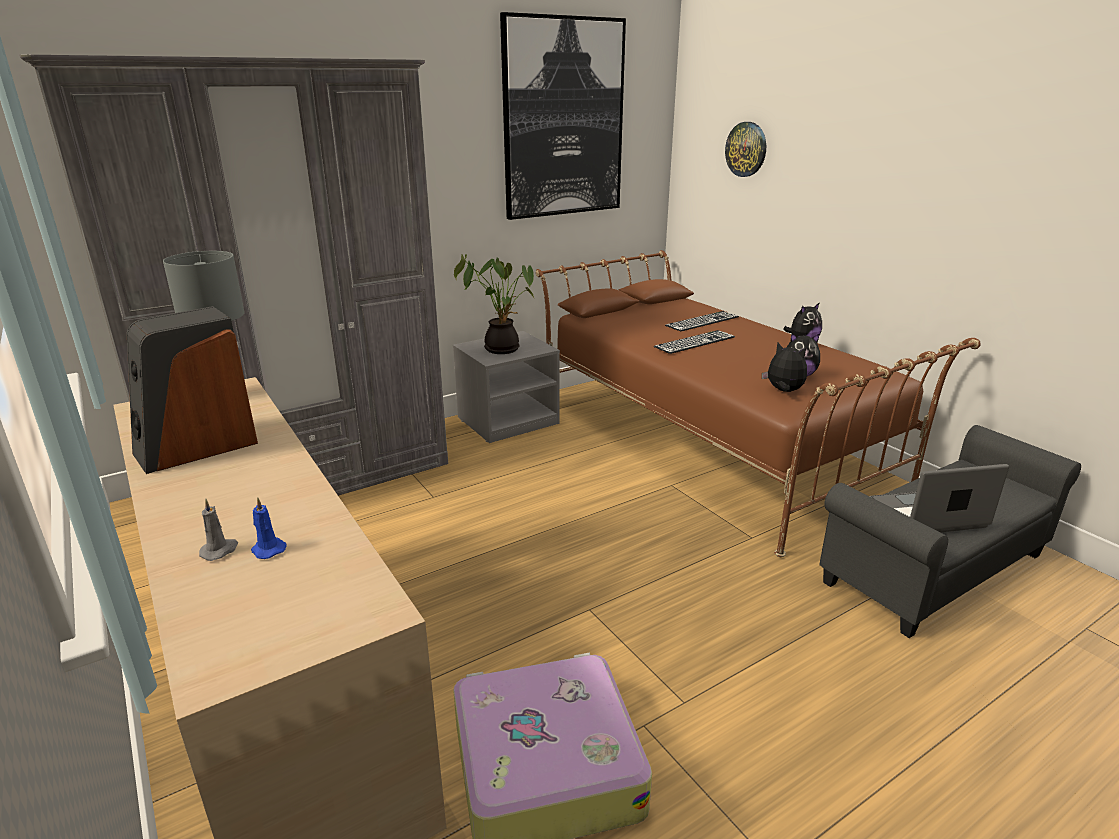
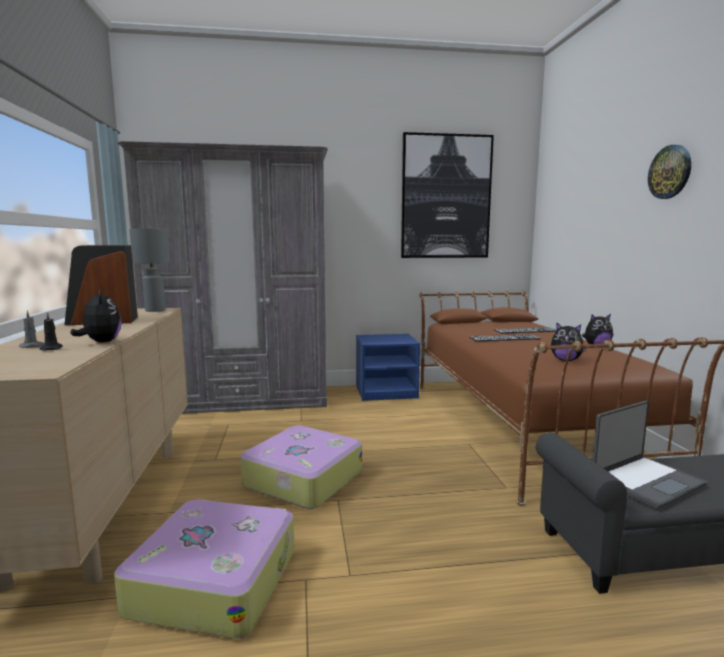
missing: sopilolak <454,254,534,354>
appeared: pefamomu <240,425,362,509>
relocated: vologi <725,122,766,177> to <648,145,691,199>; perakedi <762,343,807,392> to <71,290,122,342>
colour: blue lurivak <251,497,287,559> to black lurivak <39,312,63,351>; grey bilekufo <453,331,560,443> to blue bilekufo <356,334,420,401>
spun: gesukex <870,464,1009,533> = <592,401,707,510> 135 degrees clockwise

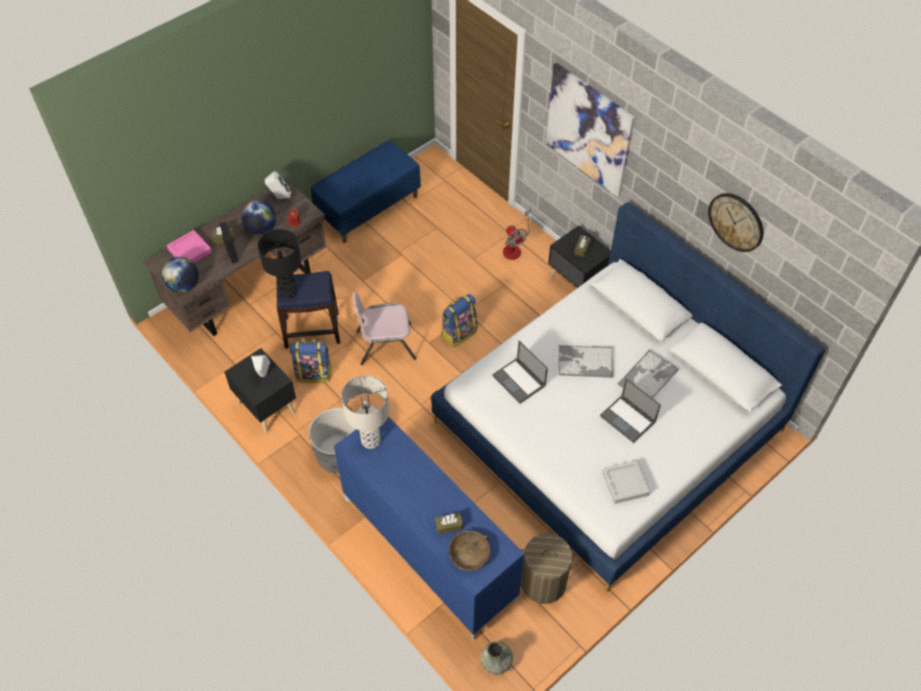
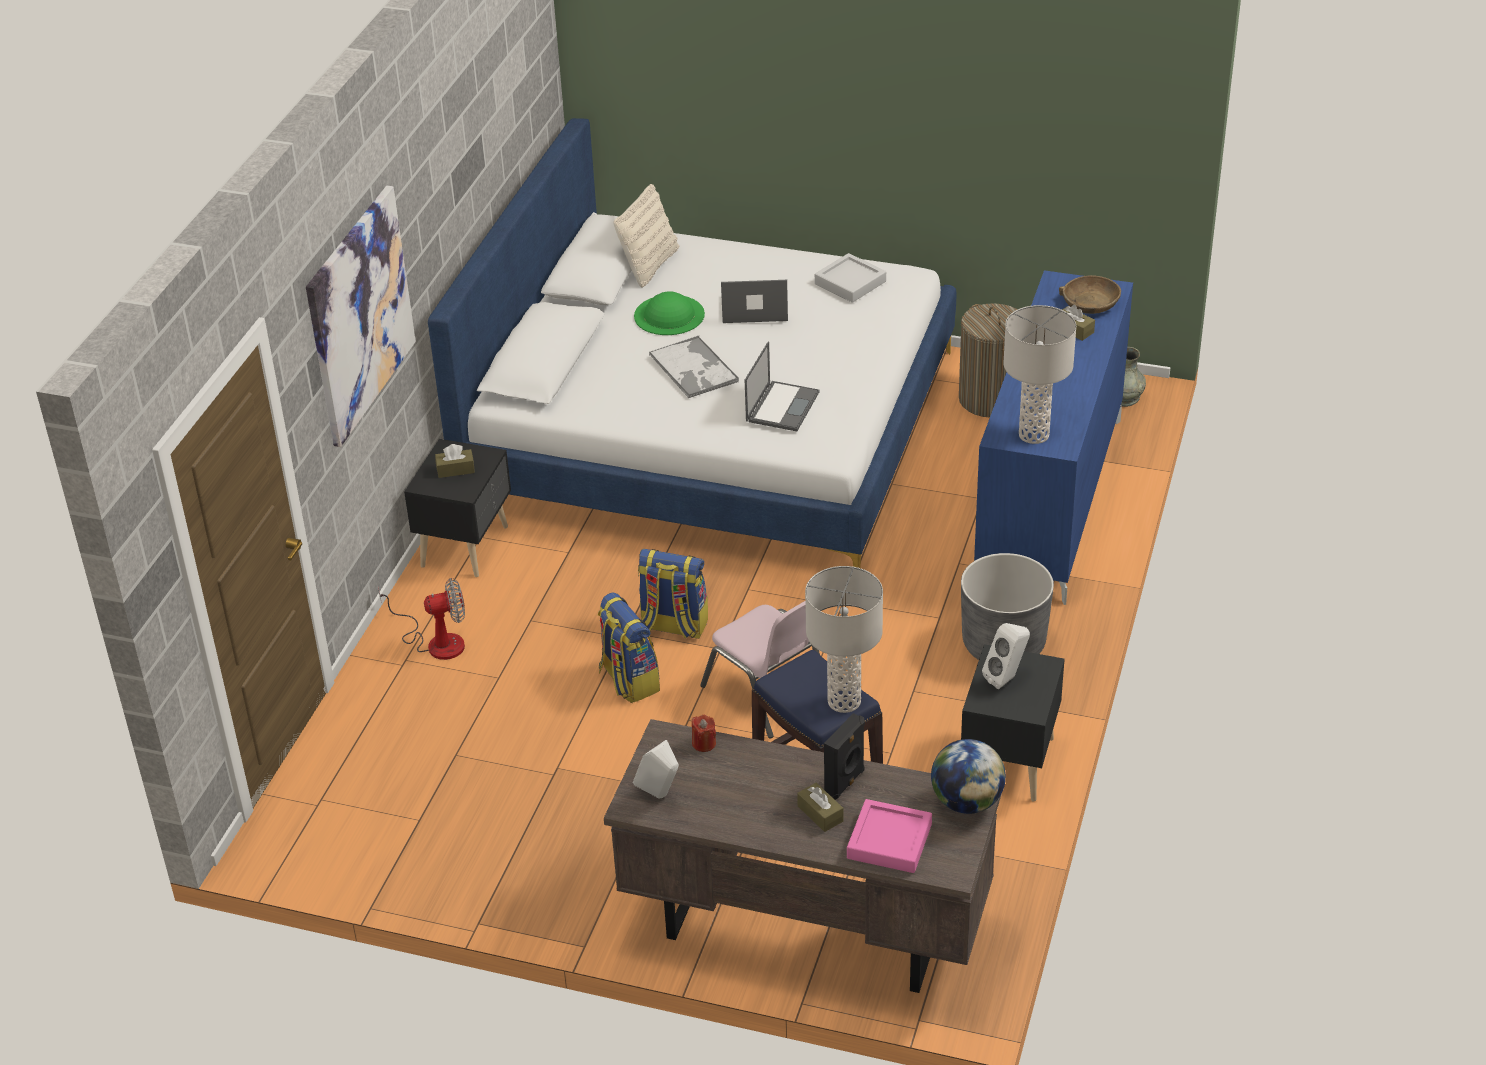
missing: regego <241,200,276,235>; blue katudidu <311,141,421,243>; vologi <708,193,763,252>
appeared: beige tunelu <613,184,680,288>
relocated: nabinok <290,339,332,383> to <598,593,660,703>
exchanged: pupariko <618,350,679,398> to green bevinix <634,291,705,335>
colour: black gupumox <258,229,301,299> to white gupumox <805,566,883,713>
spun: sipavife <503,210,530,260> = <378,578,465,660> 45 degrees clockwise; gesukex <600,378,661,443> = <721,280,788,323> 105 degrees counterclockwise

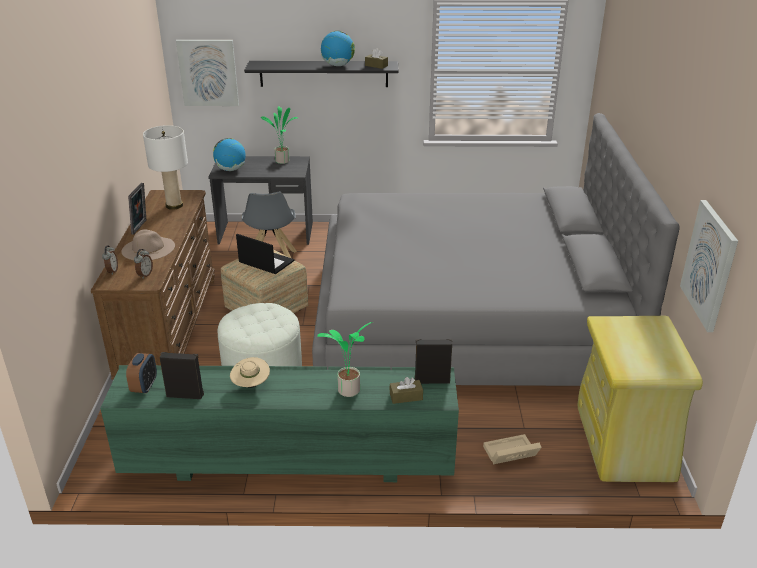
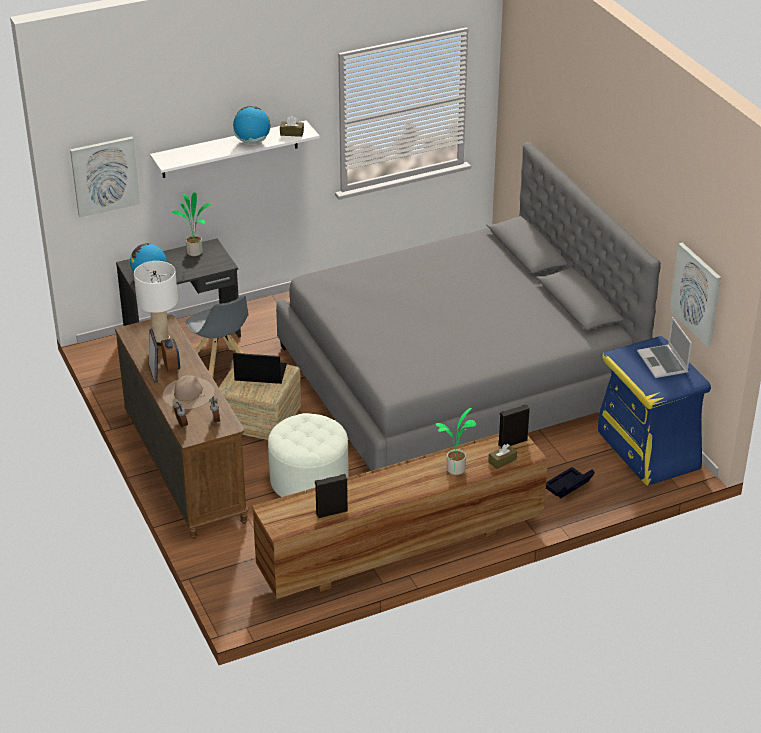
missing: beige bevinix <230,357,270,388>
appeared: gesukex <637,317,692,378>
relocated: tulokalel <126,353,157,393> to <161,338,180,372>
colour: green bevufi <100,365,459,482> to brown bevufi <253,433,548,599>; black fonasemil <244,61,398,87> to white fonasemil <150,120,320,178>; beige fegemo <483,434,542,464> to black fegemo <546,467,595,499>; yellow bilekufo <578,316,703,482> to blue bilekufo <598,336,711,485>

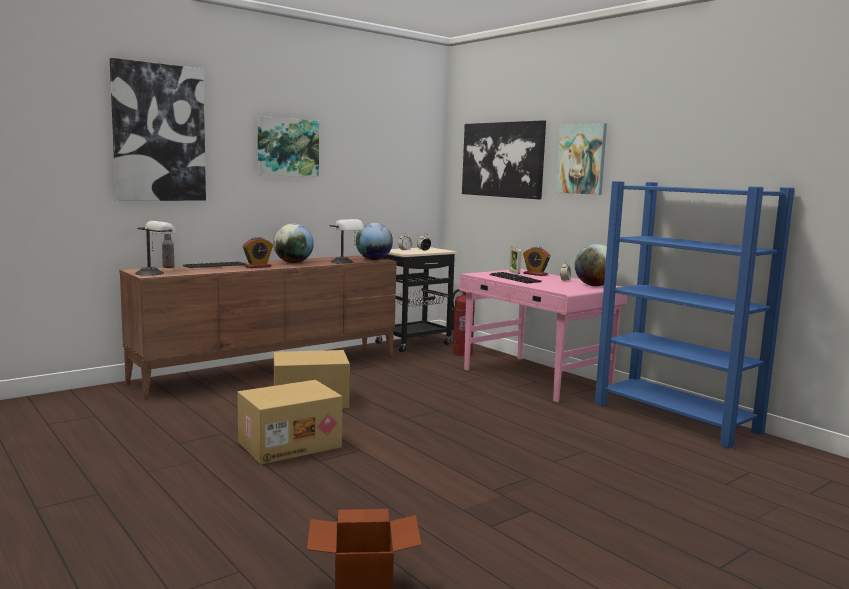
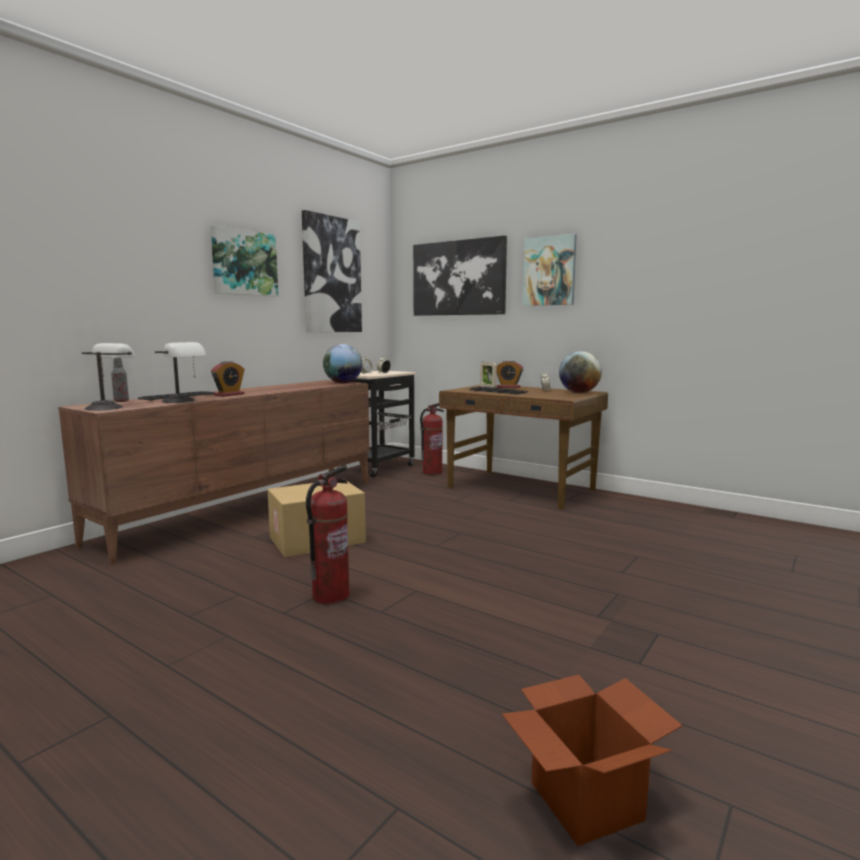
missing: regego <273,223,314,263>; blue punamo <595,181,795,449>
relocated: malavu <110,58,206,201> to <302,210,362,332>; gupumox <329,219,364,264> to <155,342,206,403>
exchanged: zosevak <237,380,342,465> to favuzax <306,466,349,604>
colour: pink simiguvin <459,269,627,402> to brown simiguvin <439,385,608,510>

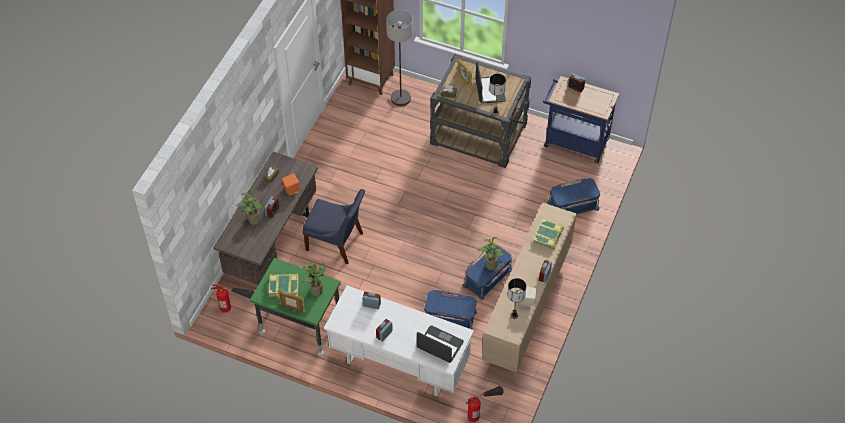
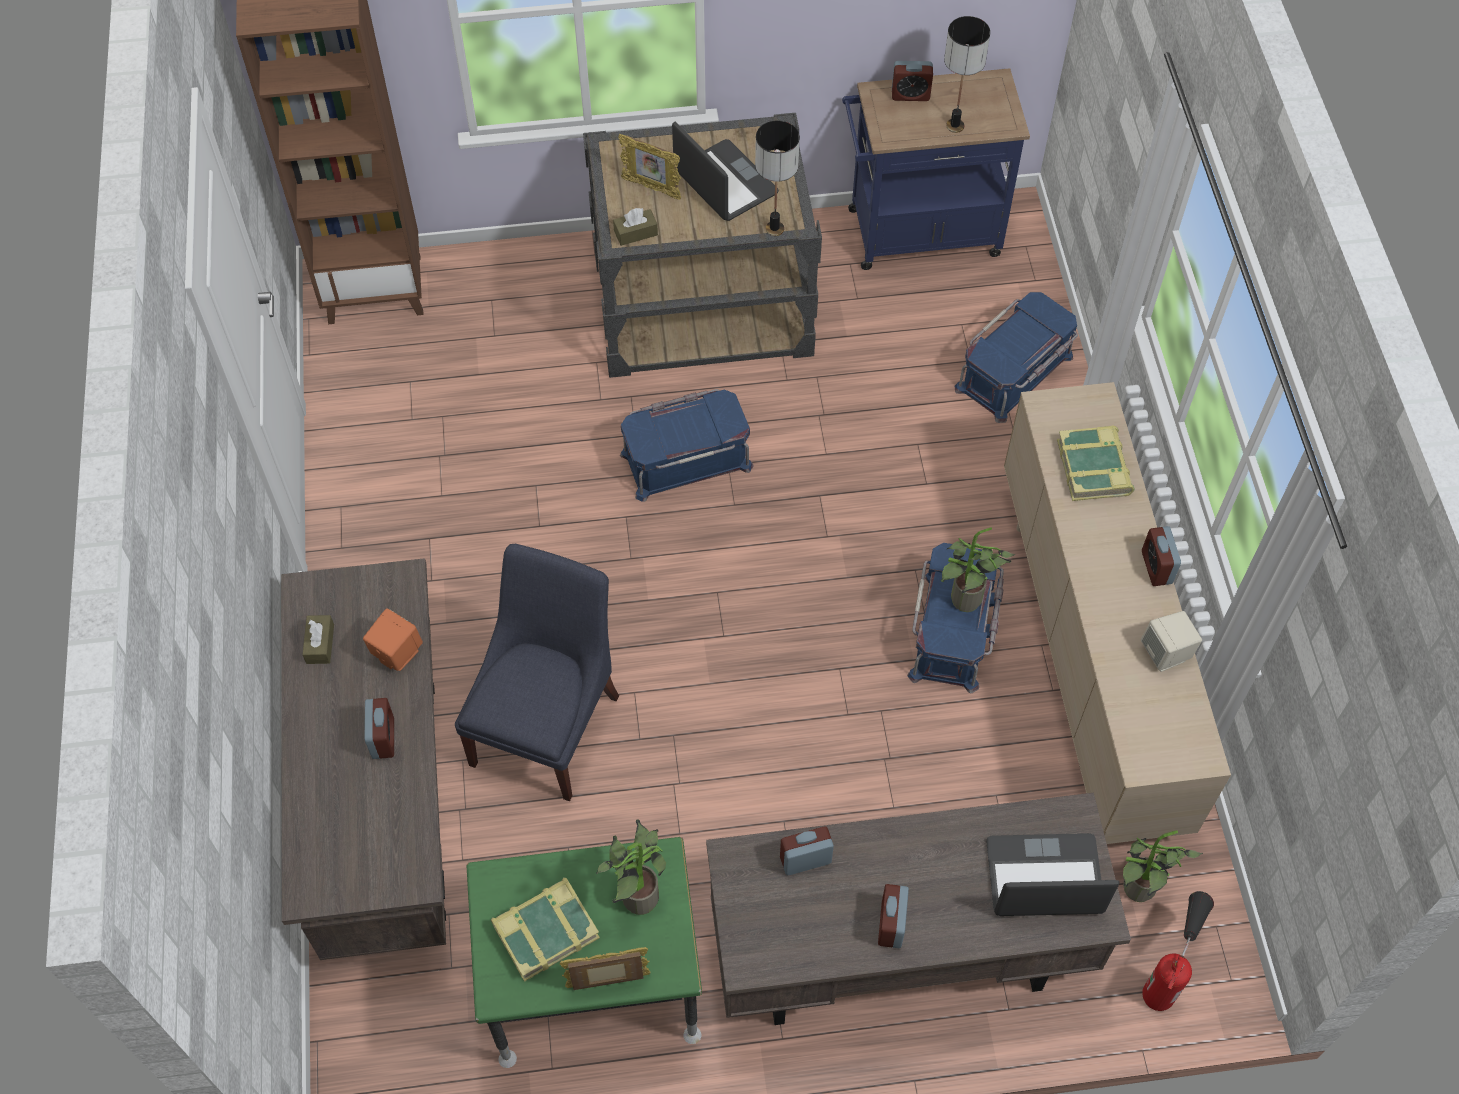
missing: favuzax <211,284,254,313>; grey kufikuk <386,10,413,106>
relocated: sopilolak <236,189,264,225> to <1123,830,1203,902>; blue fegemo <424,290,477,330> to <620,389,753,502>; gupumox <508,278,526,319> to <944,16,990,133>
colour: white simiguvin <324,285,474,396> to brown simiguvin <706,793,1131,1025>
spun: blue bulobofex <302,189,365,264> = <455,544,619,801> 60 degrees counterclockwise

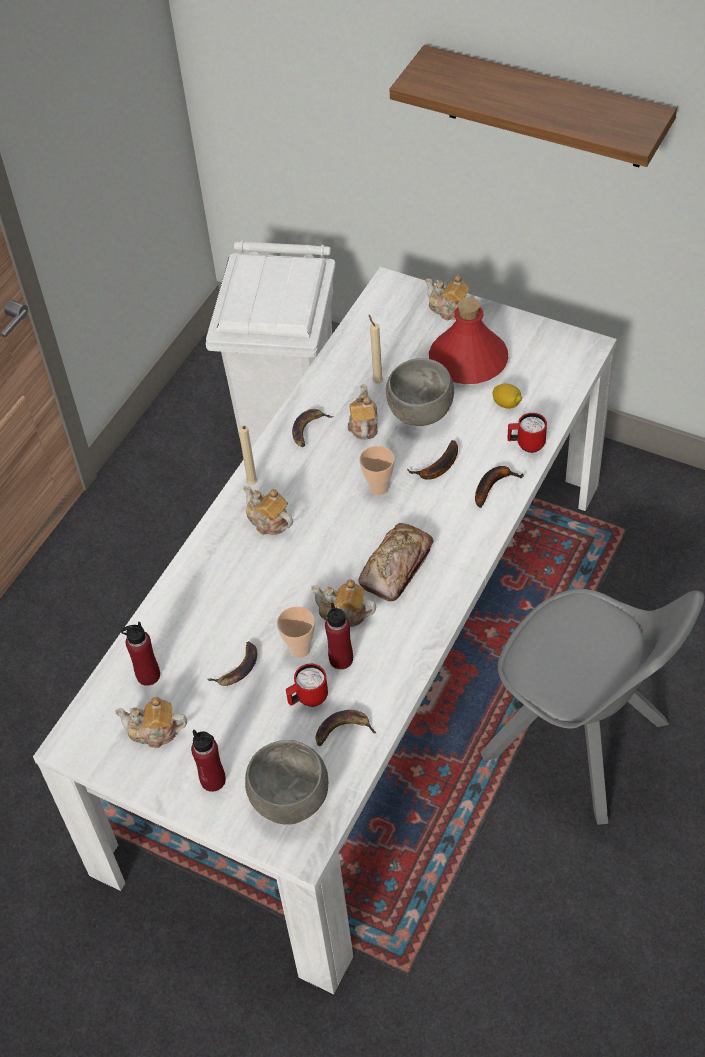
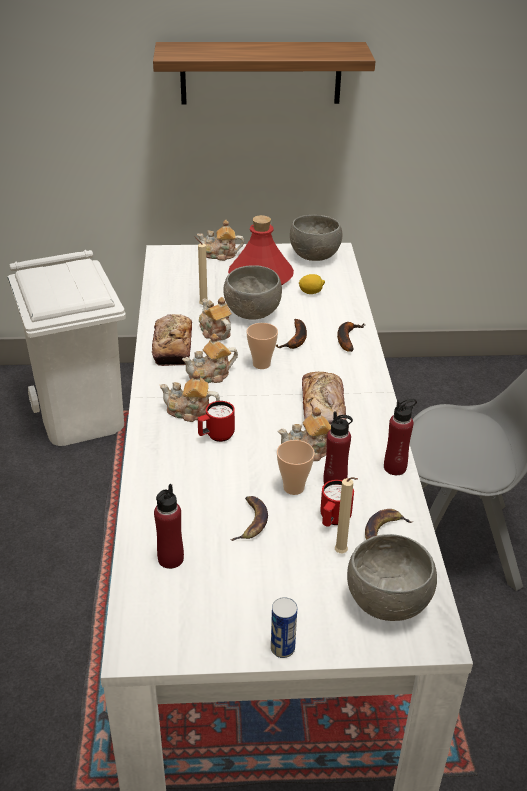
appeared: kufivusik <271,597,297,658>; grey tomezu <290,215,342,261>
relocated: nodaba <115,697,187,748> to <182,334,238,383>; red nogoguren <191,730,226,792> to <384,399,417,475>; beige lurivak <238,425,258,485> to <335,477,358,553>; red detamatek <508,413,547,453> to <198,401,235,442>
exchanged: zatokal <292,409,333,447> to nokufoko <152,314,192,366>

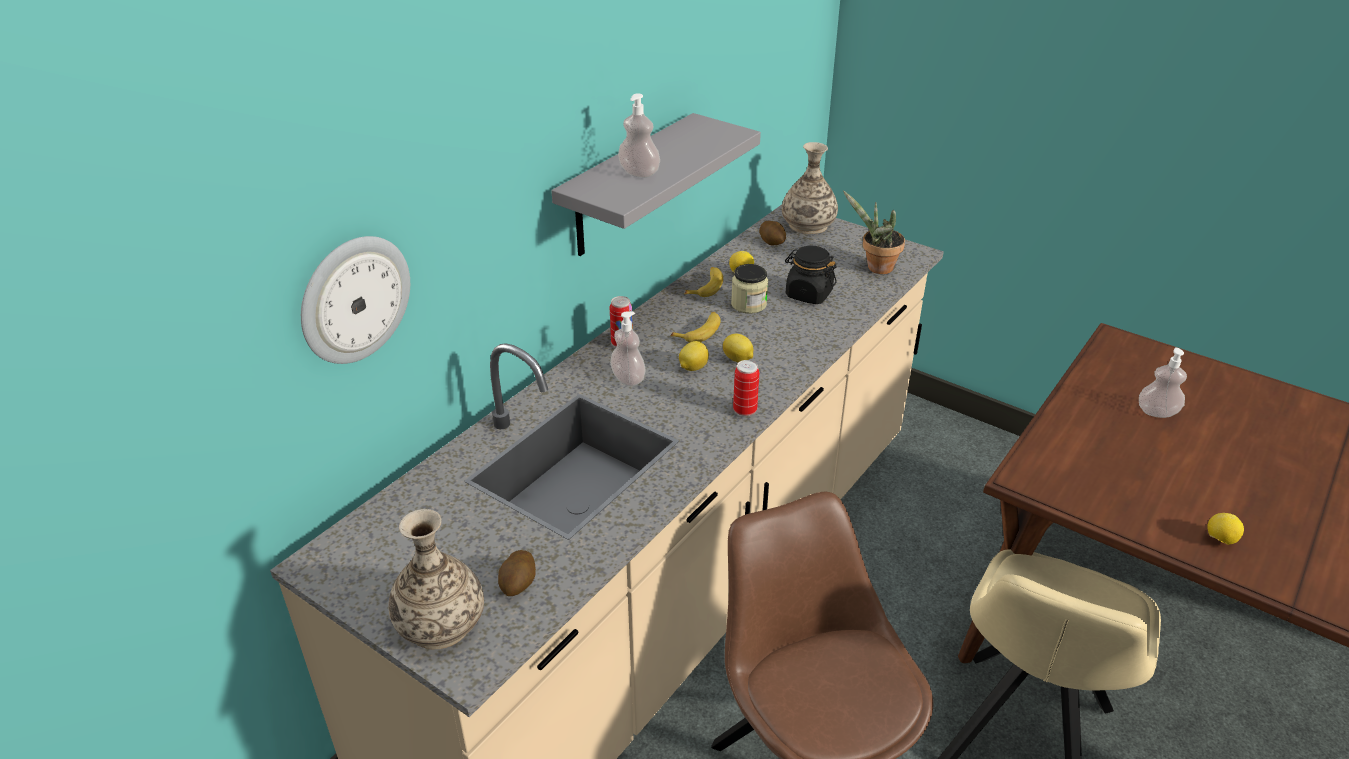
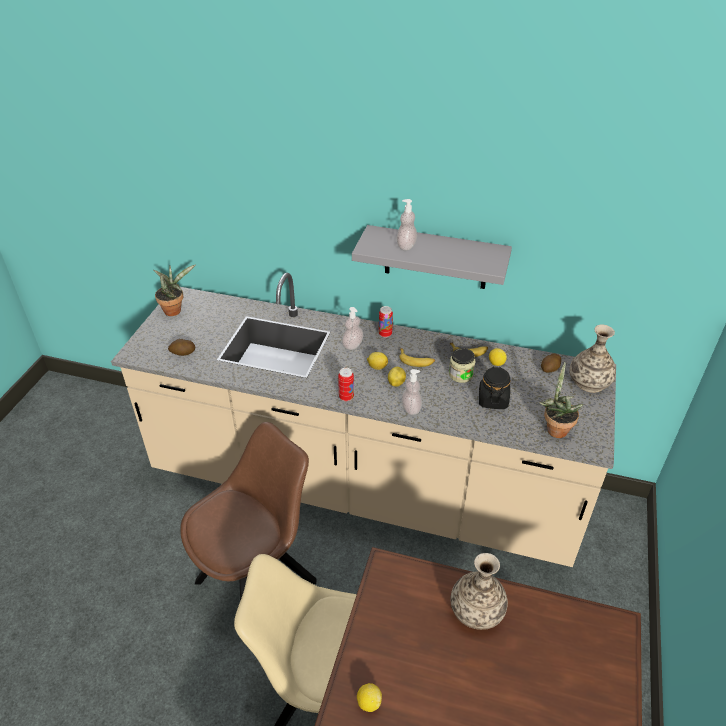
missing: vologi <301,236,410,364>
appeared: sopilolak <153,264,196,316>
relocated: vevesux <388,509,484,649> to <450,553,508,630>; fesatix <1139,348,1187,418> to <401,369,422,415>

